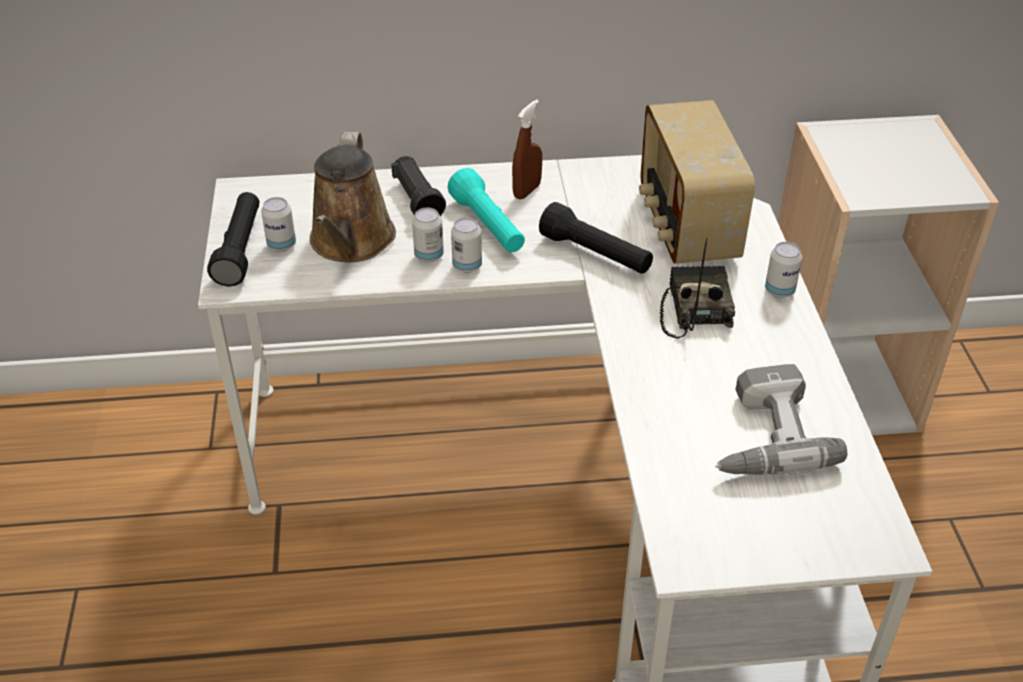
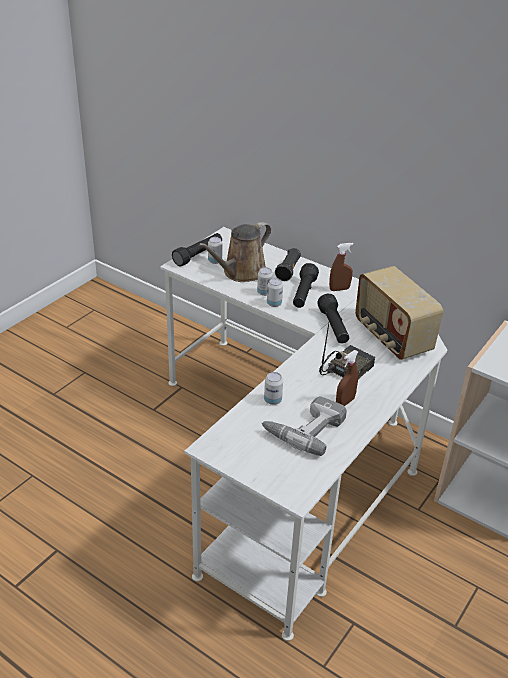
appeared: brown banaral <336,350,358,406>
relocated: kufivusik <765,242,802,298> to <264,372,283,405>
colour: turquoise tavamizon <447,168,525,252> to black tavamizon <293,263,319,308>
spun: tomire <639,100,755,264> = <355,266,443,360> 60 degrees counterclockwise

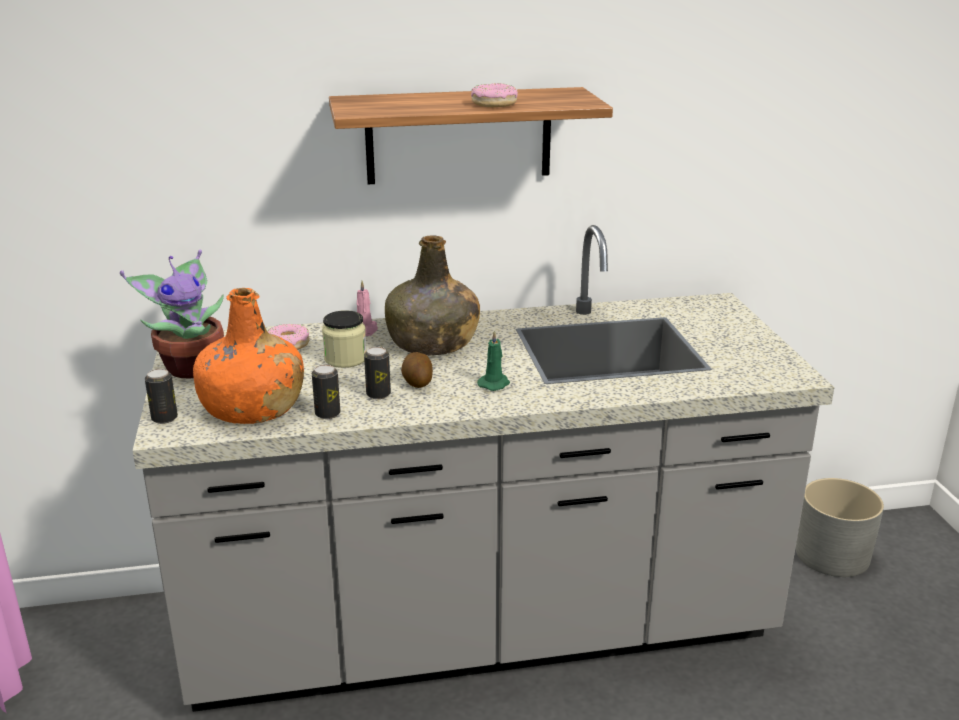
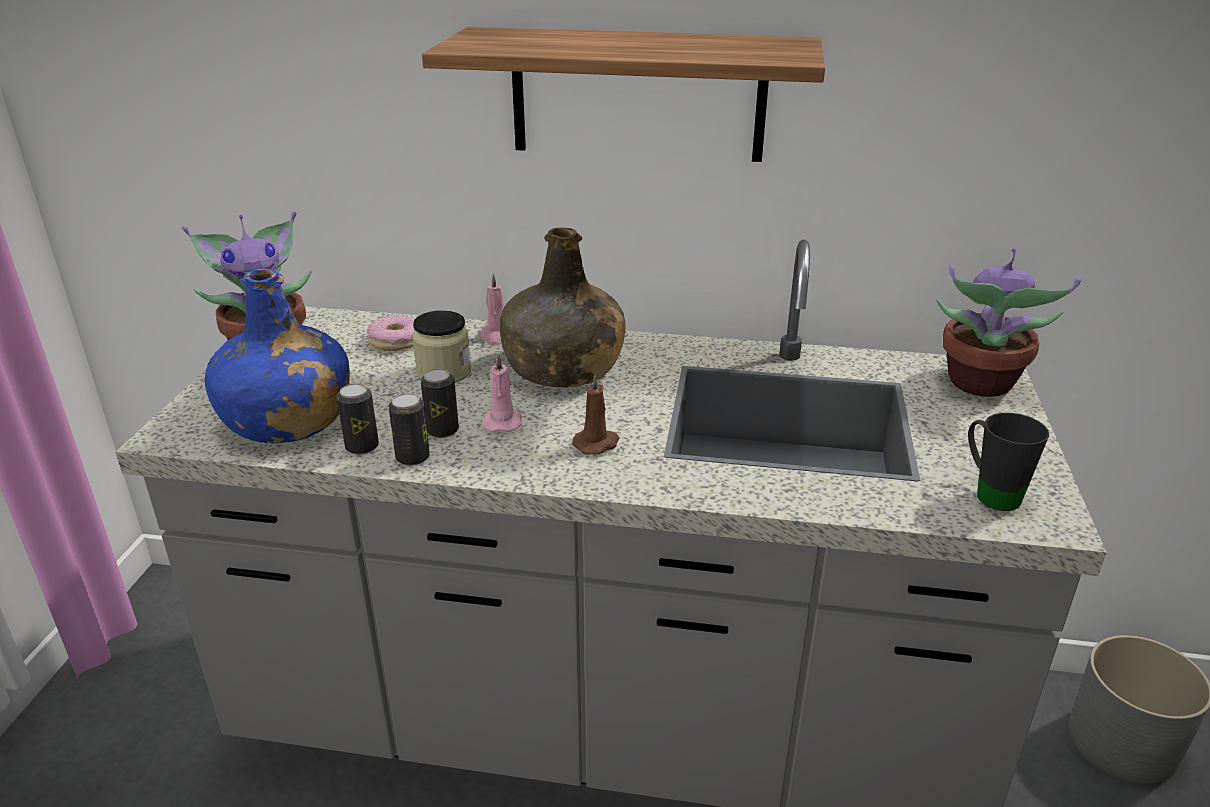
missing: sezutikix <471,83,518,107>
appeared: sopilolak <937,249,1081,397>; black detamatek <968,413,1049,511>
relocated: kufivusik <145,369,178,424> to <389,393,430,466>
exchanged: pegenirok <401,352,433,388> to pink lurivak <482,353,522,432>
colour: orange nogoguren <193,288,304,424> to blue nogoguren <205,269,350,444>; green lurivak <477,330,510,391> to brown lurivak <573,373,620,455>

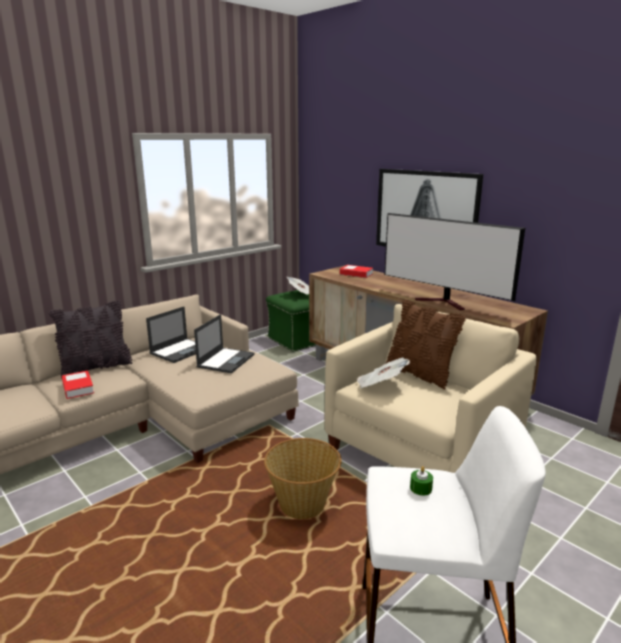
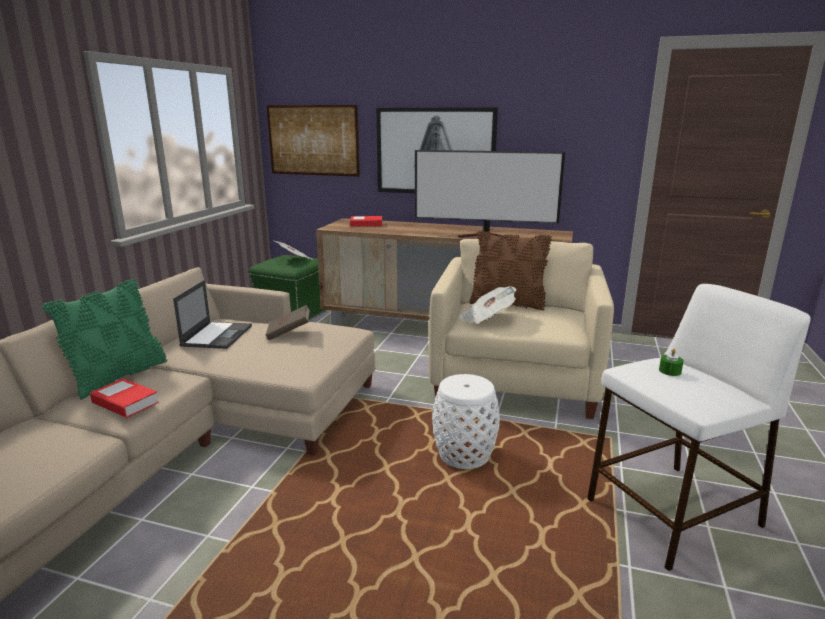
appeared: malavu <266,105,360,177>
exchanged: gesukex <194,314,255,373> to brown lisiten <266,305,310,340>; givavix <264,438,342,519> to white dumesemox <432,374,500,469>
colour: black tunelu <49,300,132,378> to green tunelu <42,279,167,400>

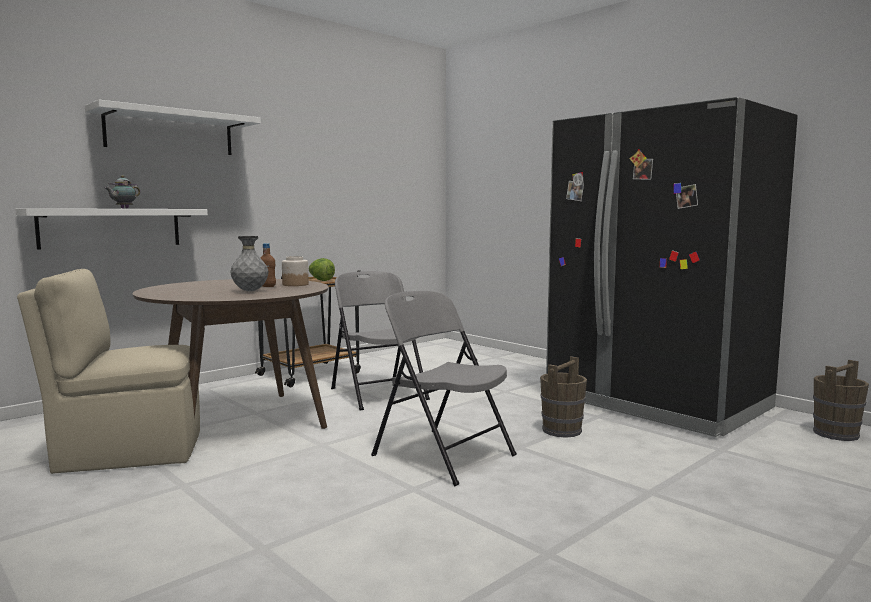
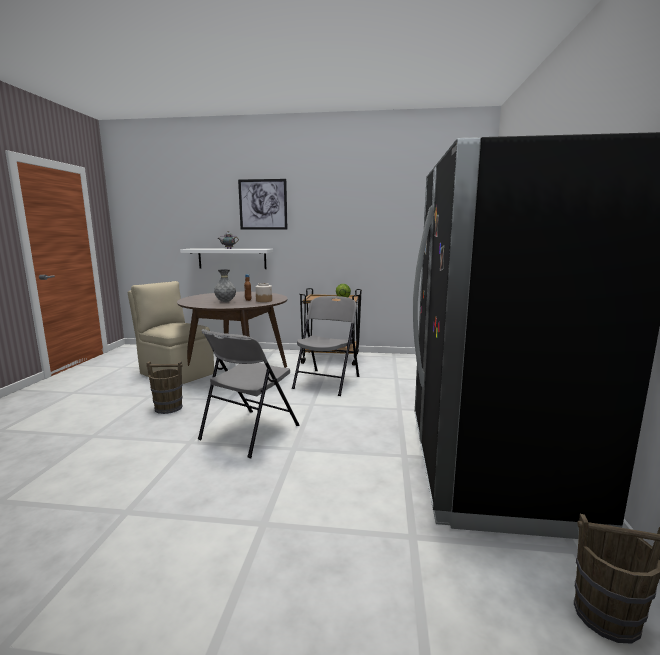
relocated: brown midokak <540,356,587,438> to <146,361,183,414>
exchanged: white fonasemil <85,100,261,155> to malavu <238,179,287,230>
spun: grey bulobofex <371,291,517,486> = <198,329,300,459> 150 degrees counterclockwise

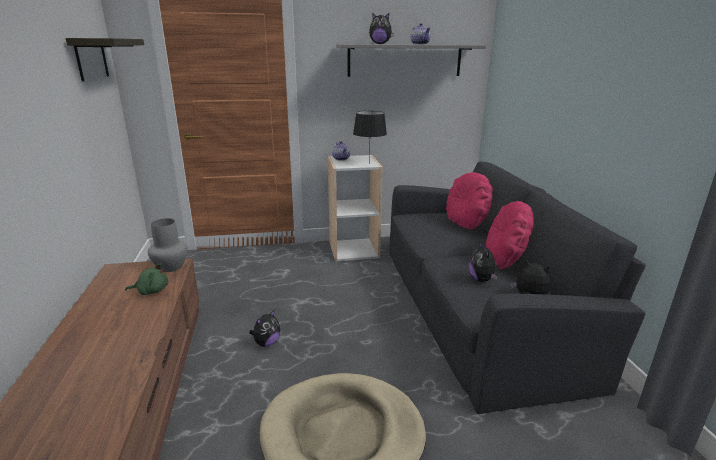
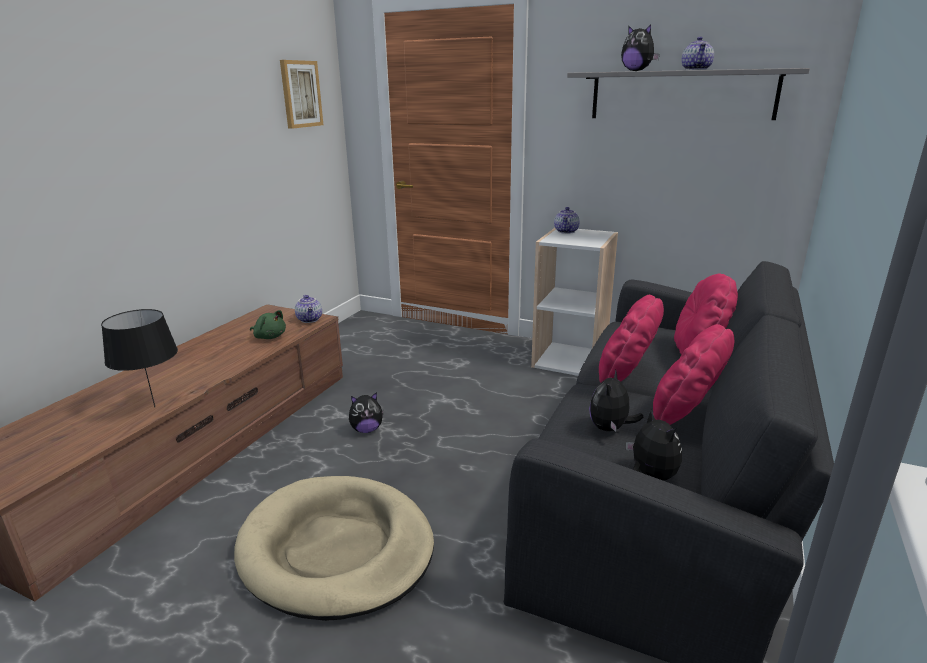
appeared: pink tunelu <599,295,664,383>
relocated: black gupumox <353,111,387,164> to <101,309,178,407>
exchanged: fonasemil <66,38,144,81> to malavu <280,60,323,129>; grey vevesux <148,218,188,272> to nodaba <295,295,322,323>

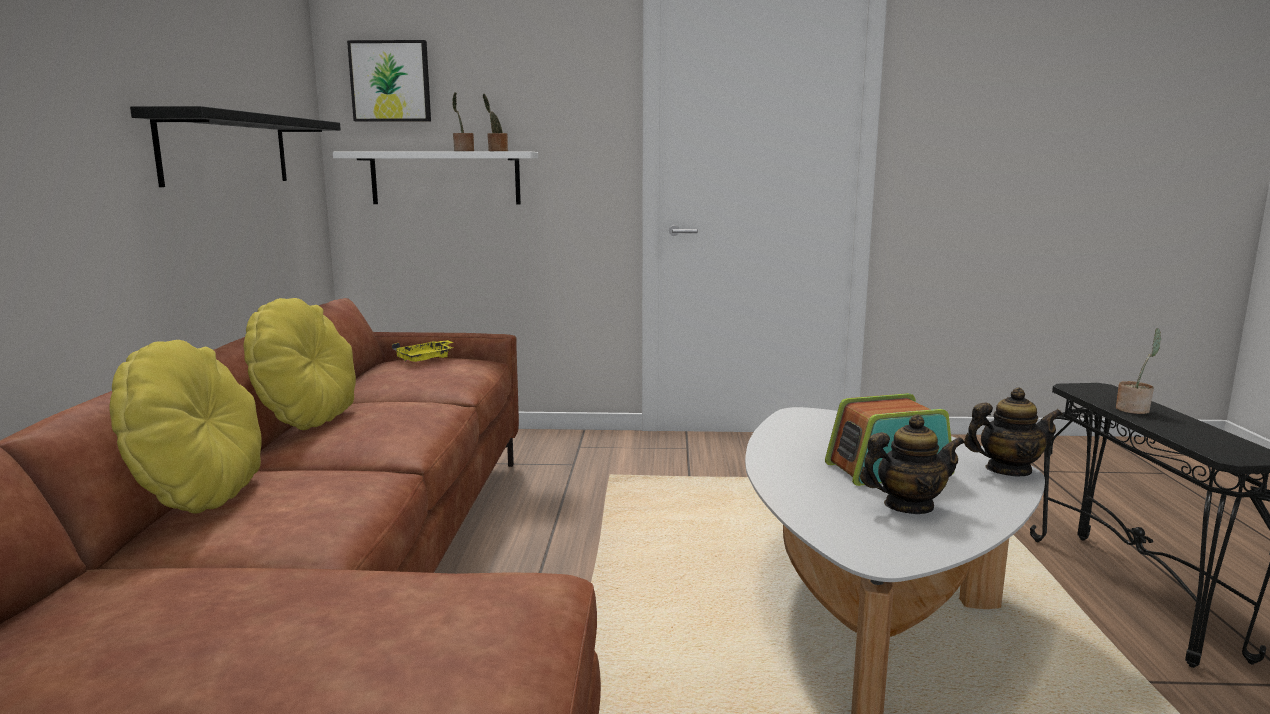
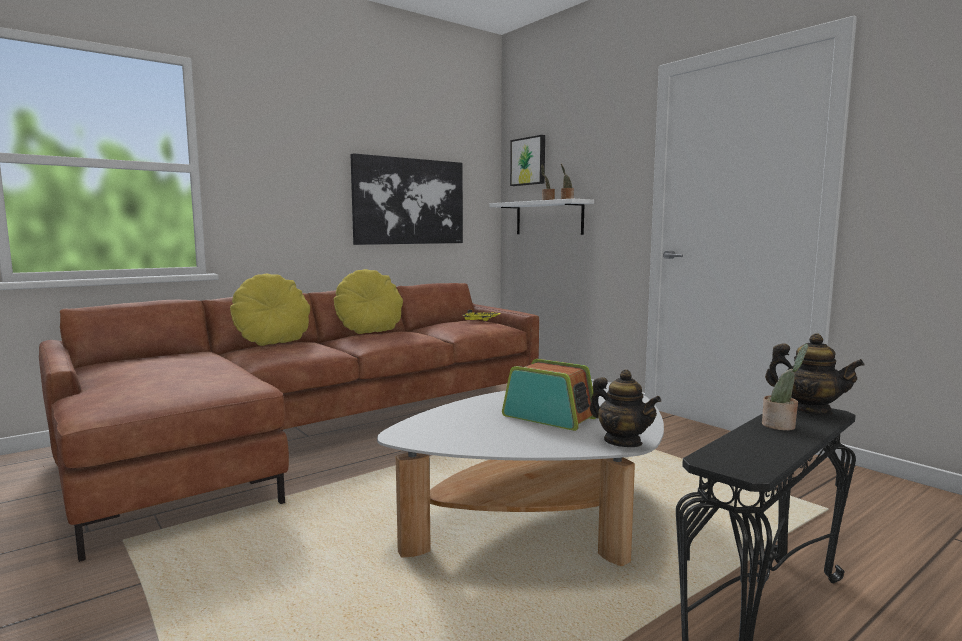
relocated: nodaba <860,414,965,514> to <765,333,865,415>
exchanged: black fonasemil <130,106,341,187> to malavu <350,153,463,245>

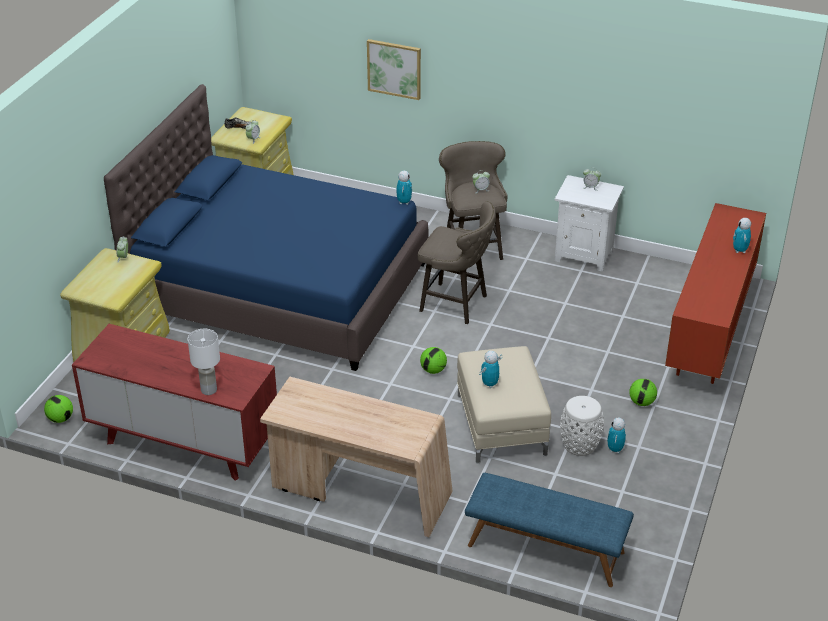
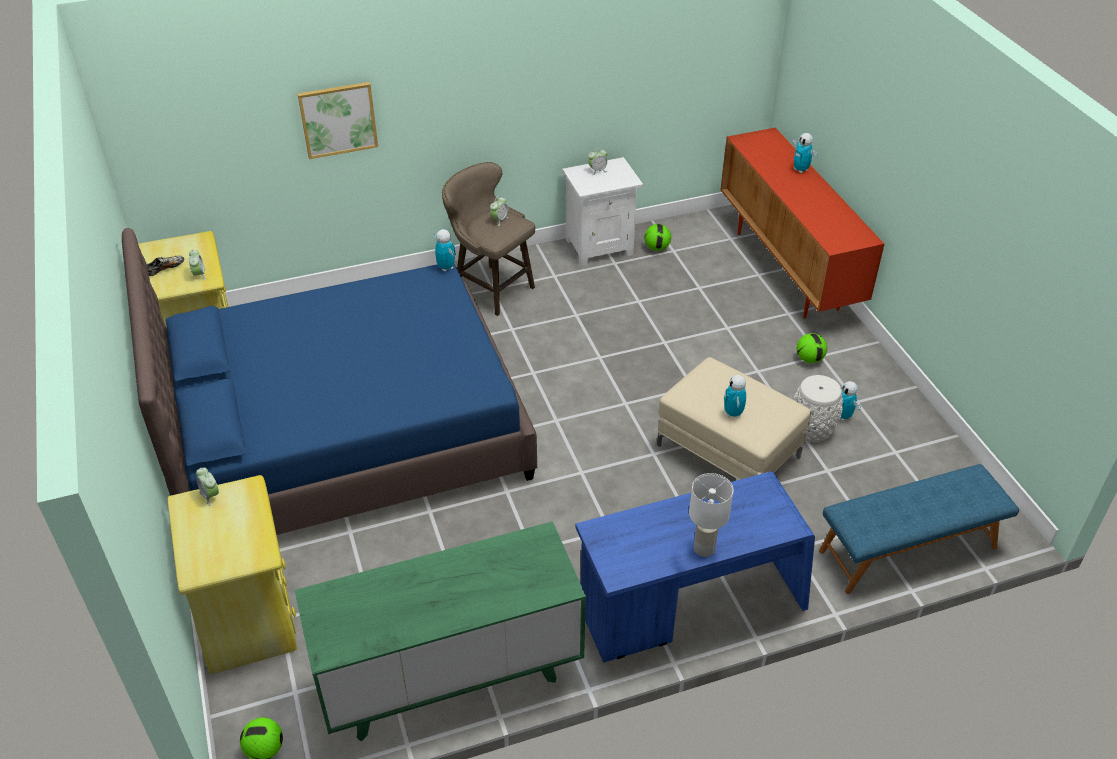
missing: beige dumesemox <418,201,496,324>
relocated: white gupumox <188,329,220,395> to <689,473,733,557>; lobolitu <420,347,447,374> to <644,224,671,251>
colour: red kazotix <72,324,277,481> to green kazotix <295,521,586,741>; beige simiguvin <260,377,452,537> to blue simiguvin <575,471,815,663>

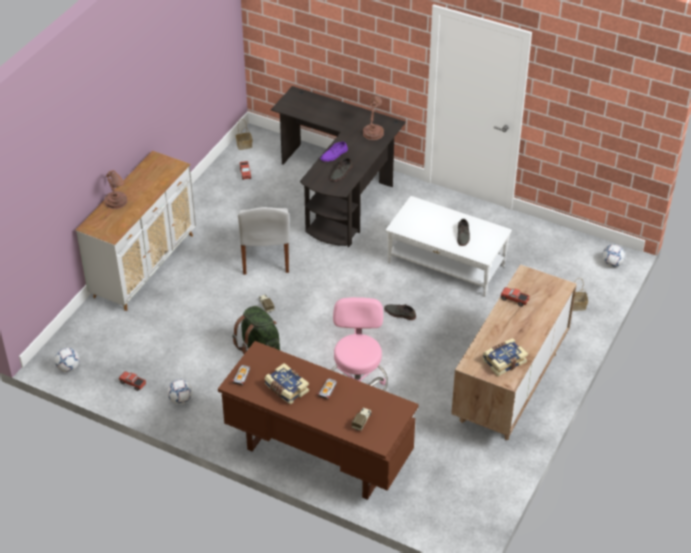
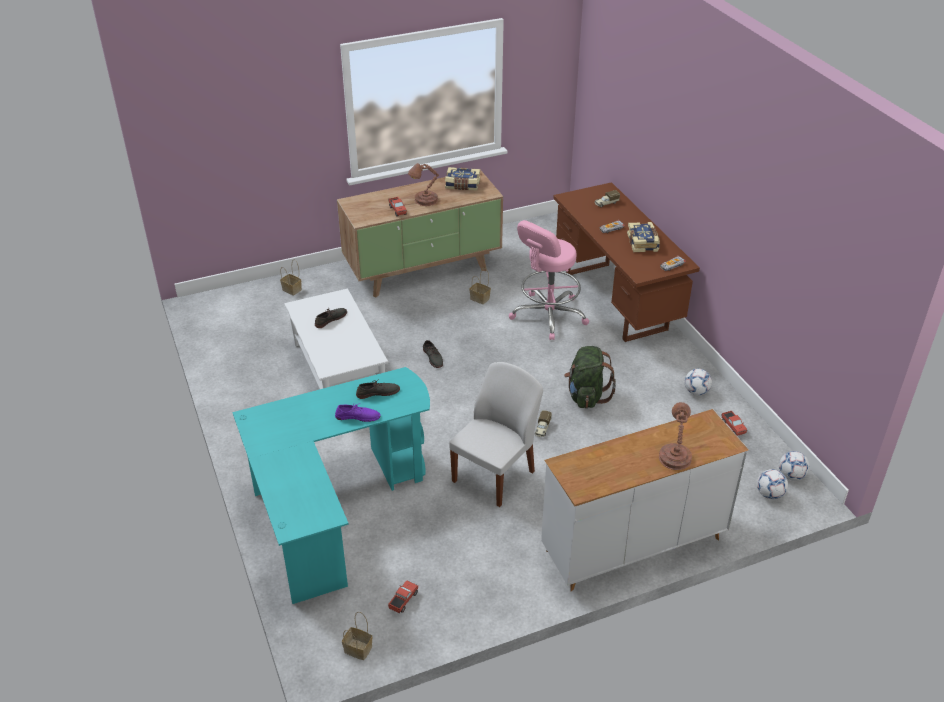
appeared: givavix <470,268,491,304>
relocated: brown gupumox <363,96,384,140> to <408,163,439,206>; lobolitu <602,244,625,267> to <757,469,788,499>
colour: black simiguvin <271,86,406,247> to turquoise simiguvin <232,367,430,604>

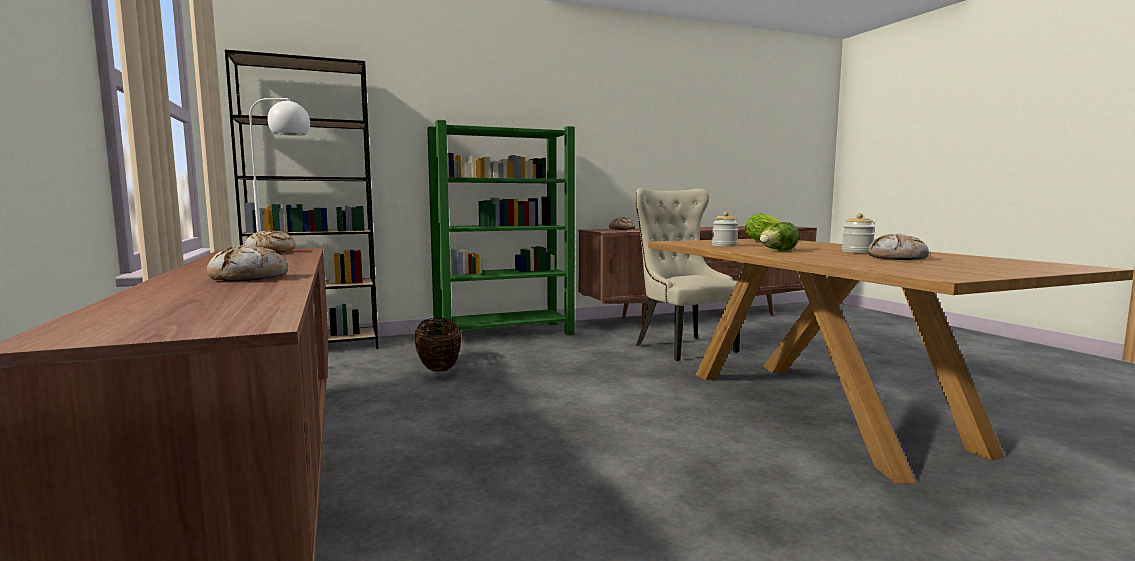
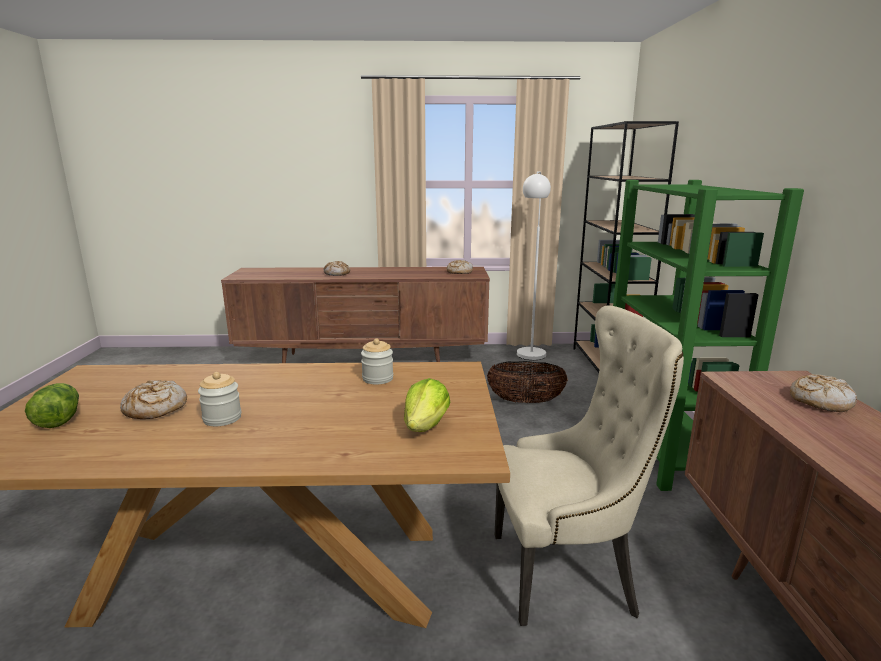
relocated: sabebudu <760,222,799,251> to <25,383,79,428>

